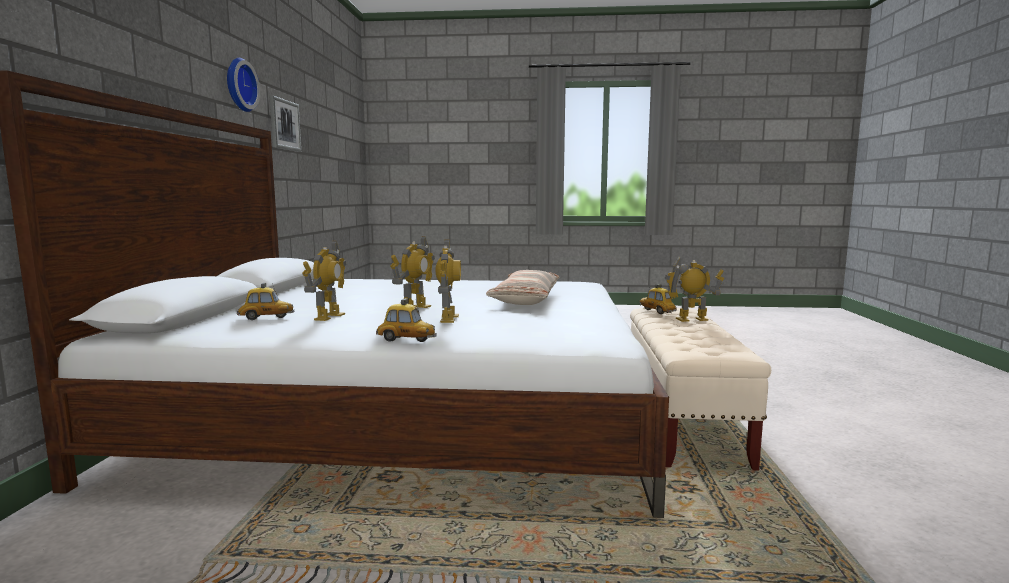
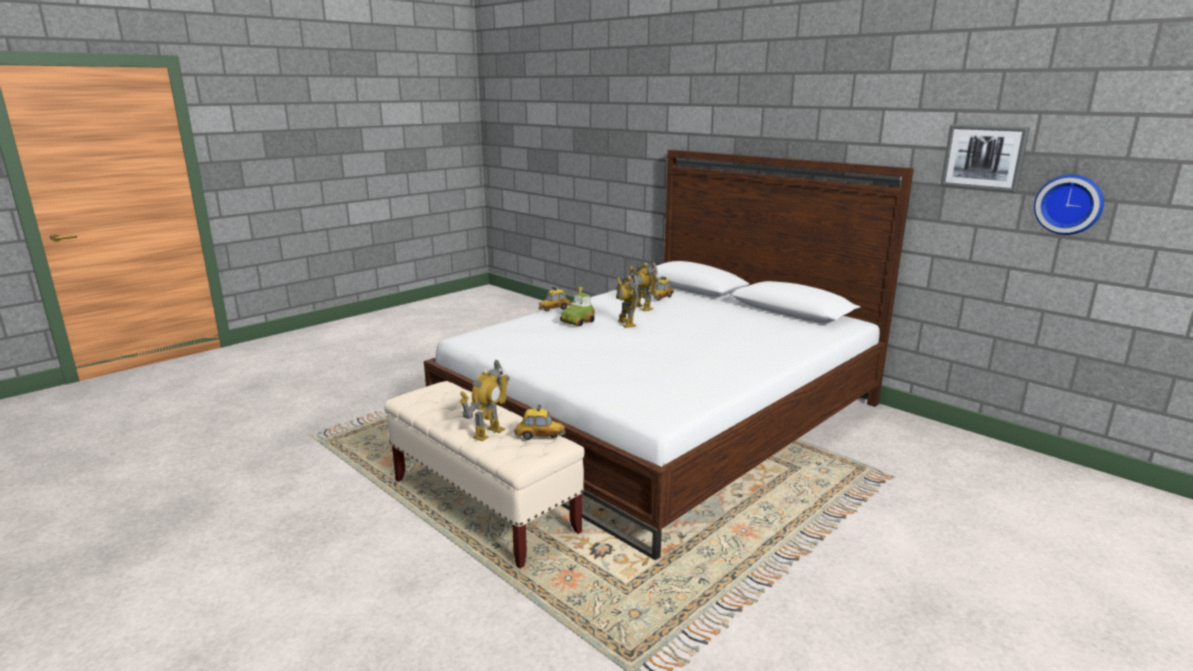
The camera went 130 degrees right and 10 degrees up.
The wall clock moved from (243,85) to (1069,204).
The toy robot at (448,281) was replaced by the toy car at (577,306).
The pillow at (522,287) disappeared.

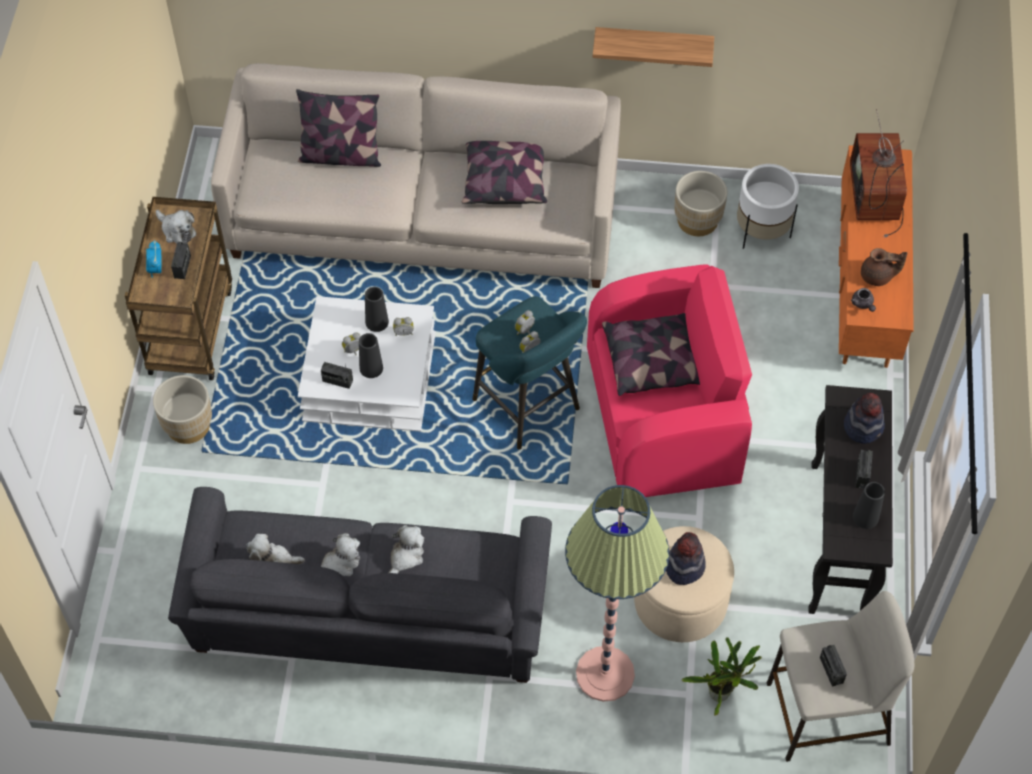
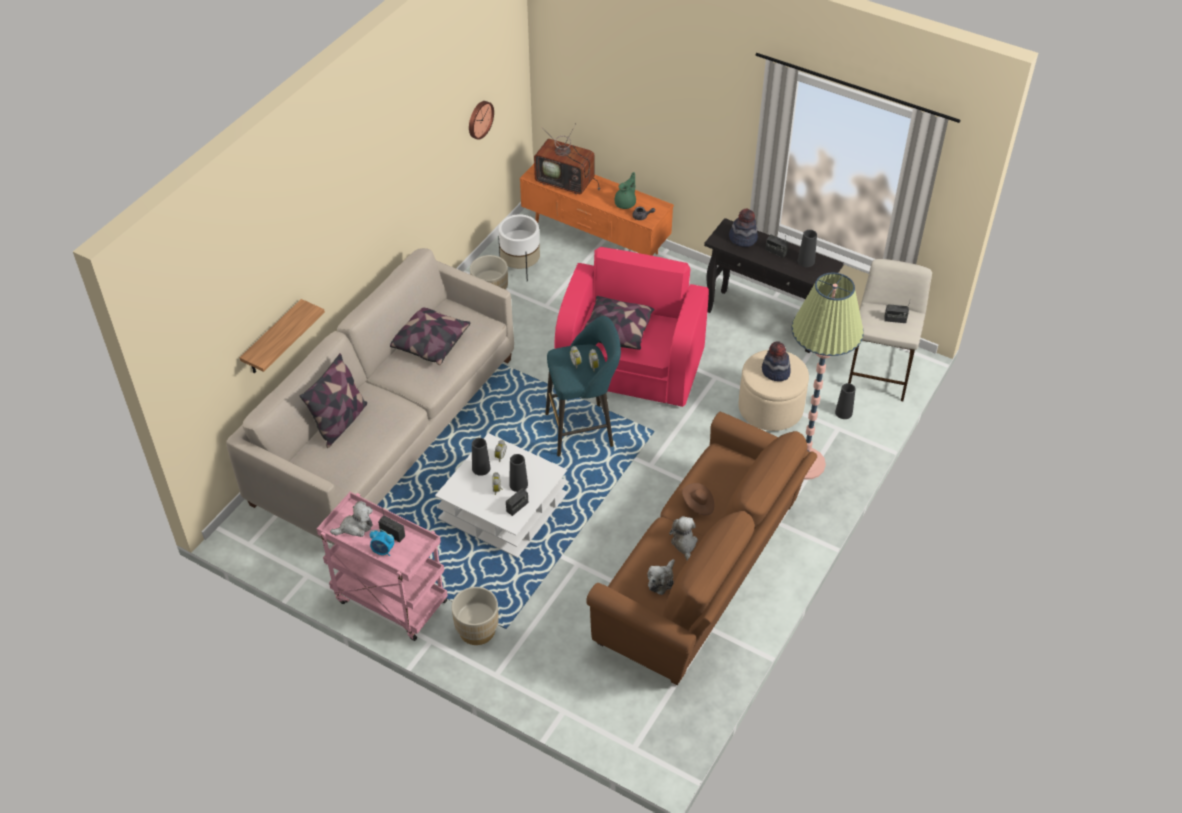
The camera went 65 degrees left and 10 degrees down.
The shelf moved from (653,47) to (282,336).
The brown cart at (178,288) became the pink cart at (382,566).
The brown teapot at (884,267) became the green teapot at (625,190).
The grey sofa at (360,585) became the brown sofa at (701,548).
The plush toy at (406,549) was replaced by the brown hat at (698,499).
The potted plant at (722,676) was replaced by the black vase at (845,401).
The wall clock at (481,120) appeared.

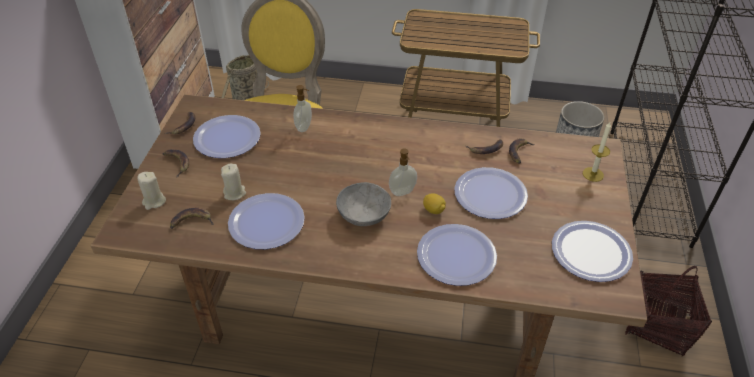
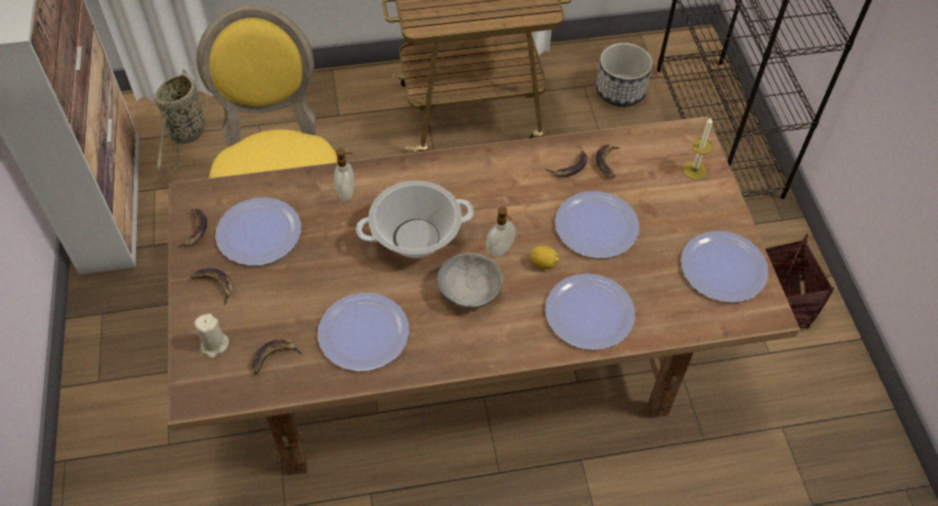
The camera went 20 degrees left and 10 degrees up.
The beige candle at (233,182) disappeared.
The cooking pot at (415,219) appeared.

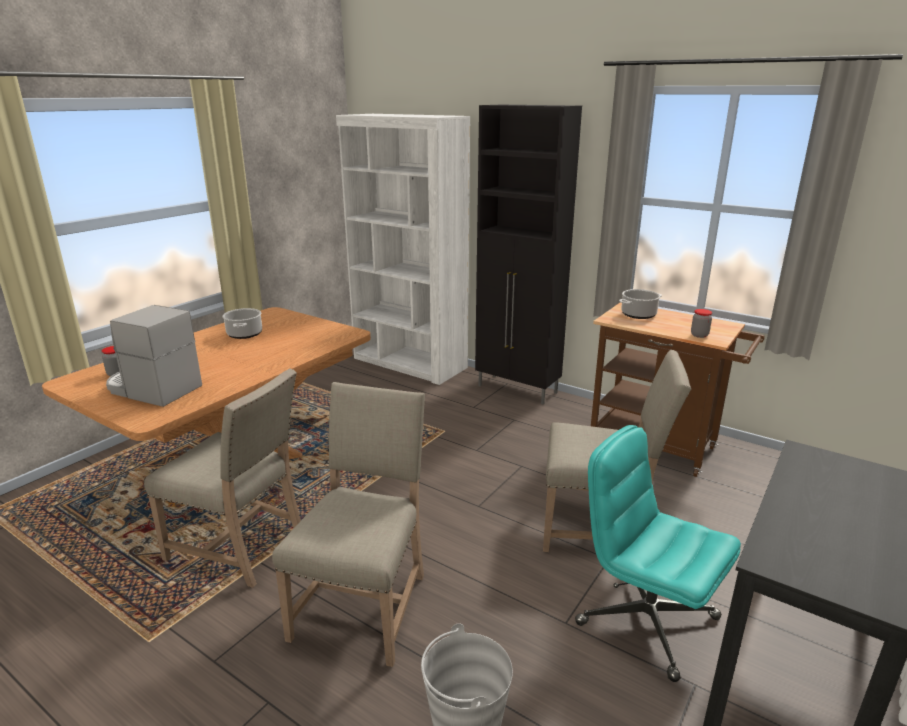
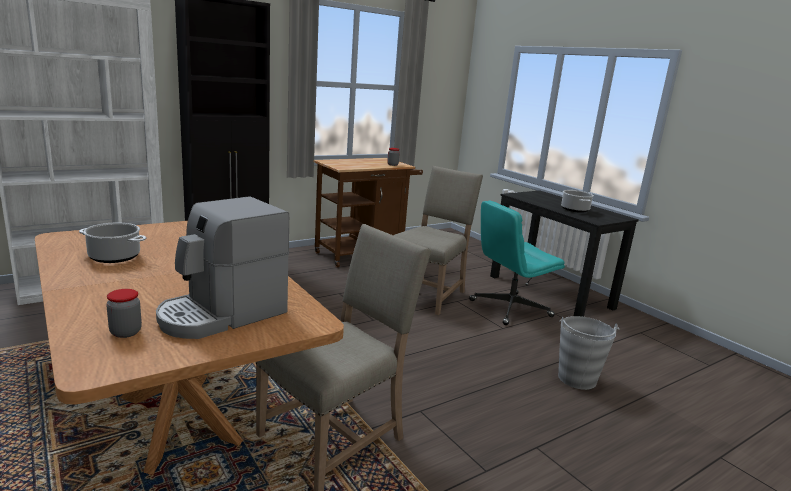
The camera went 70 degrees left and 5 degrees down.
The cooking pot moved from (640,304) to (577,201).
The beige chair at (348,524) disappeared.

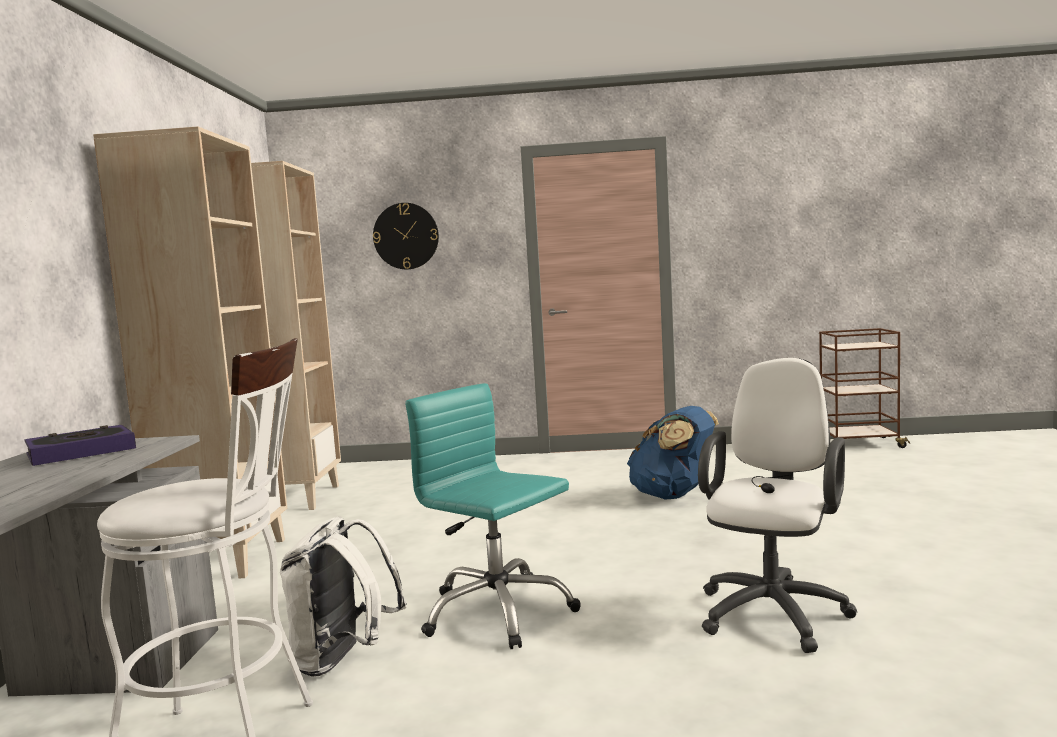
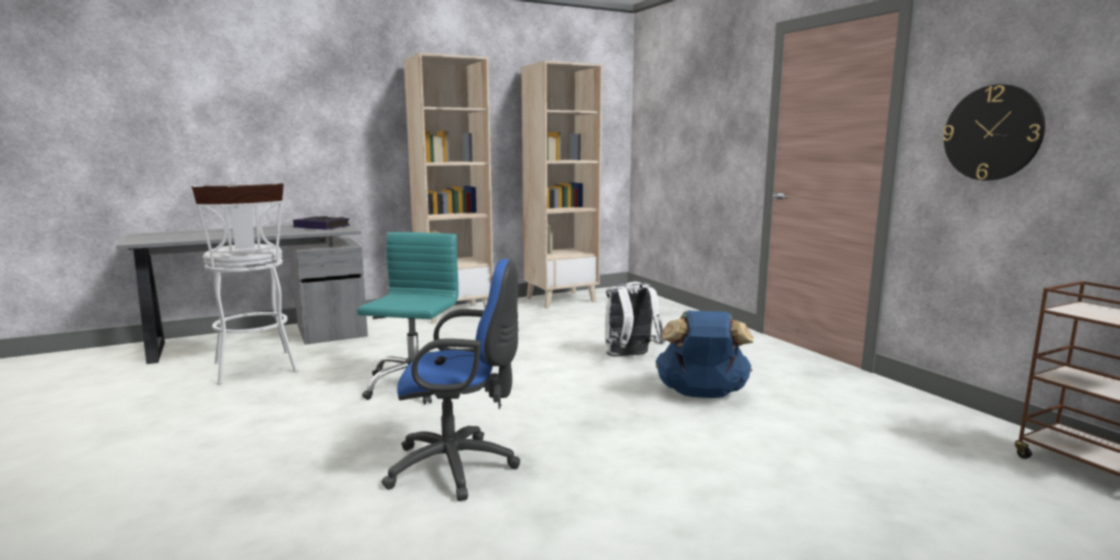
The camera went 60 degrees right and 5 degrees up.
The wall clock moved from (406,236) to (994,132).
The white office chair at (777,505) became the blue office chair at (451,380).
The white backpack moved from (343,596) to (635,319).

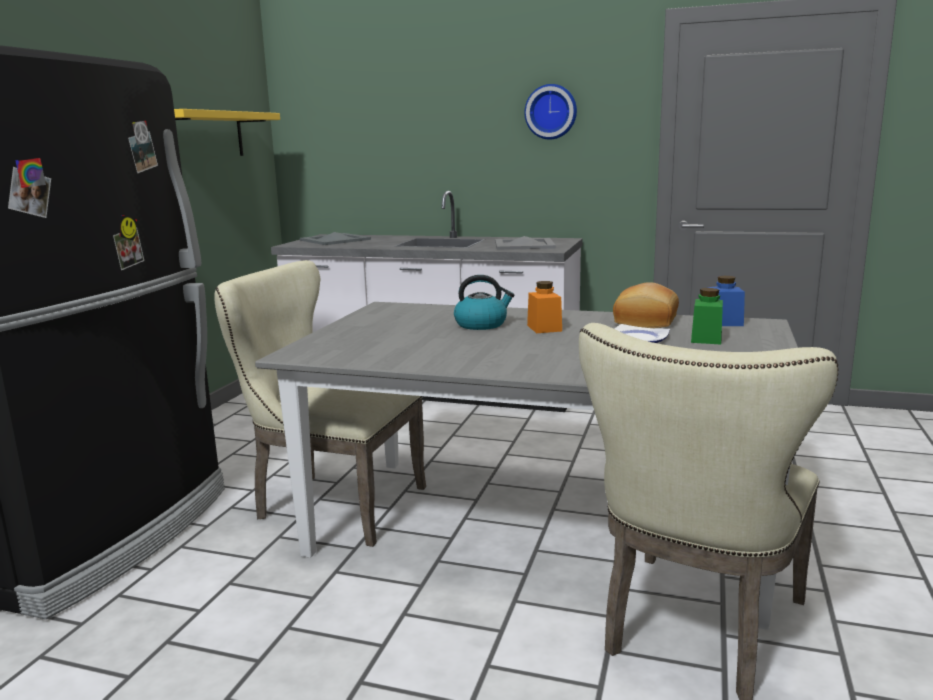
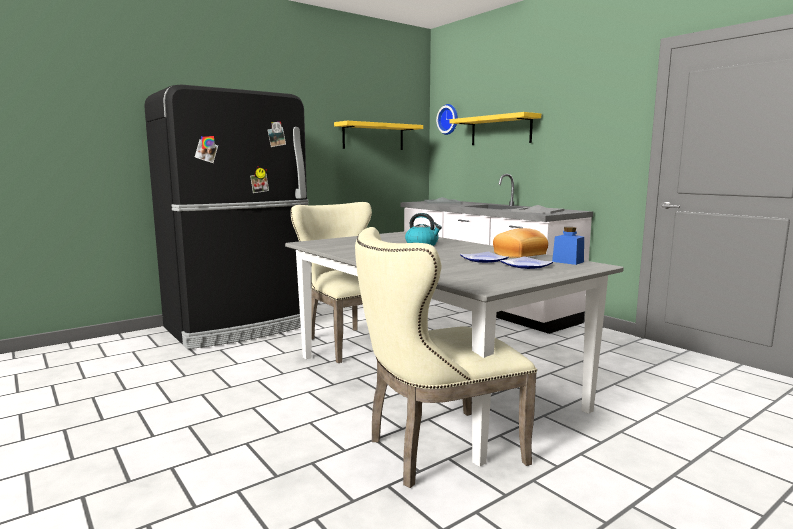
The camera went 35 degrees right and 5 degrees down.
The wall clock moved from (550,112) to (447,119).
The orange jar at (544,307) disappeared.
The green jar at (707,316) was replaced by the plate at (526,262).
The yellow shelf at (495,128) appeared.

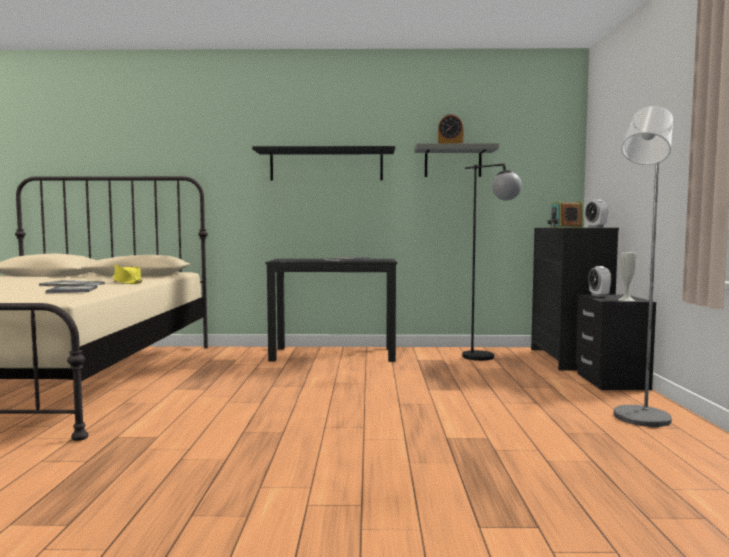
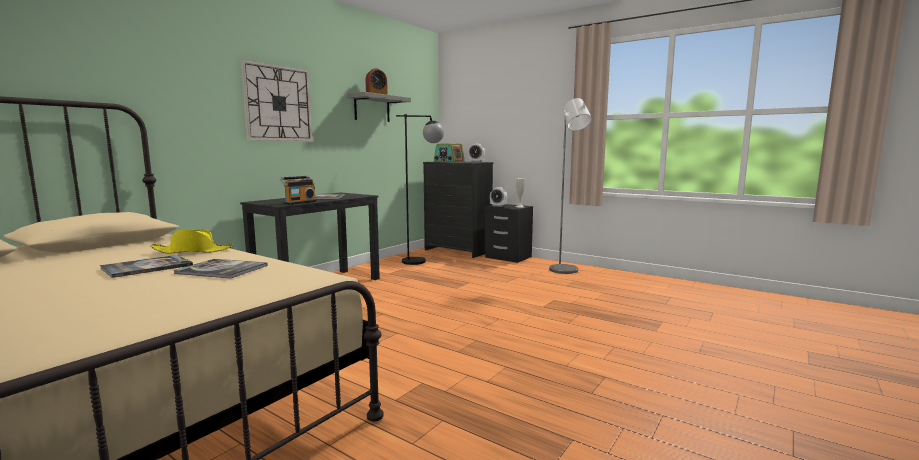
The camera went 55 degrees left and 5 degrees up.
The black shelf at (323,163) was replaced by the wall clock at (277,100).
The radio at (298,190) appeared.

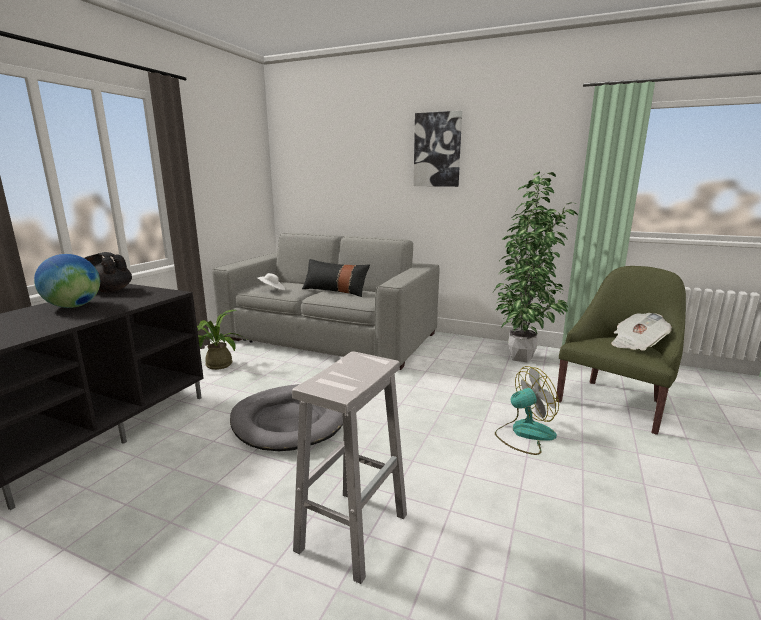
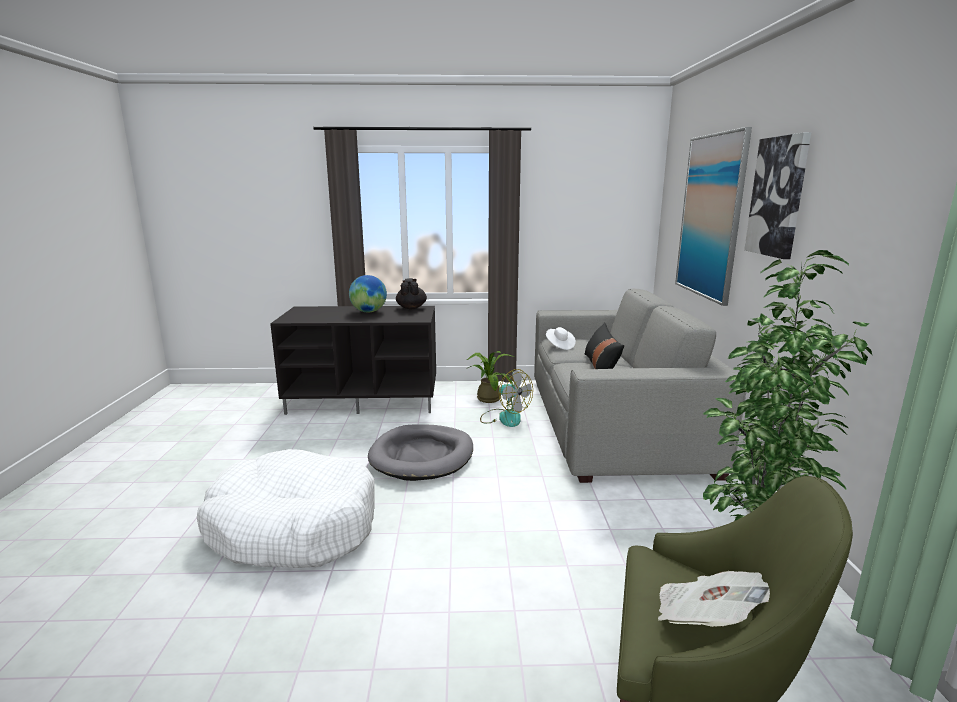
The camera went 65 degrees right and 0 degrees up.
The white stool at (349,467) was replaced by the white dog bed at (285,508).
The fan moved from (527,410) to (506,398).
The picture at (713,216) appeared.

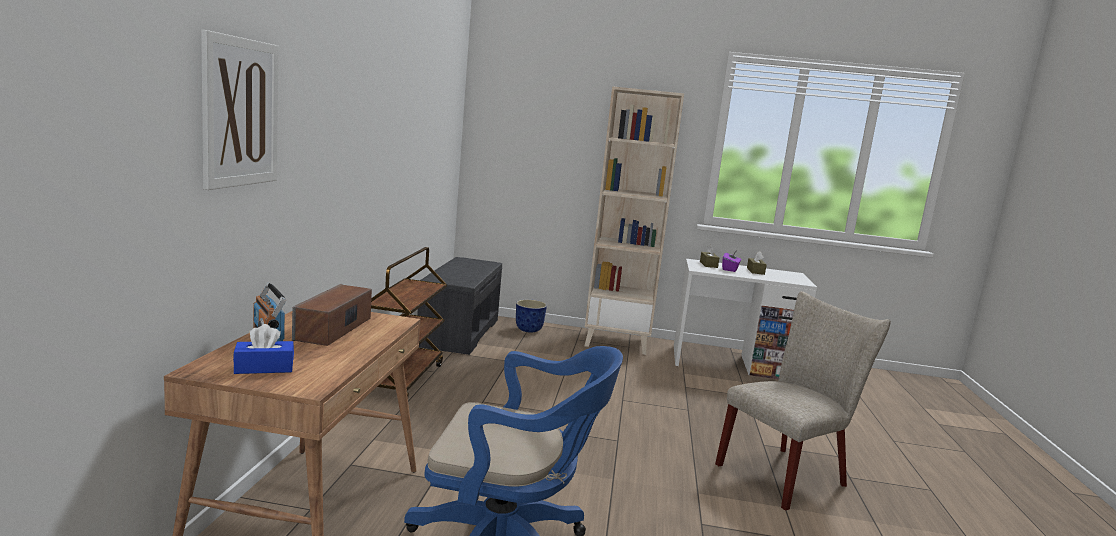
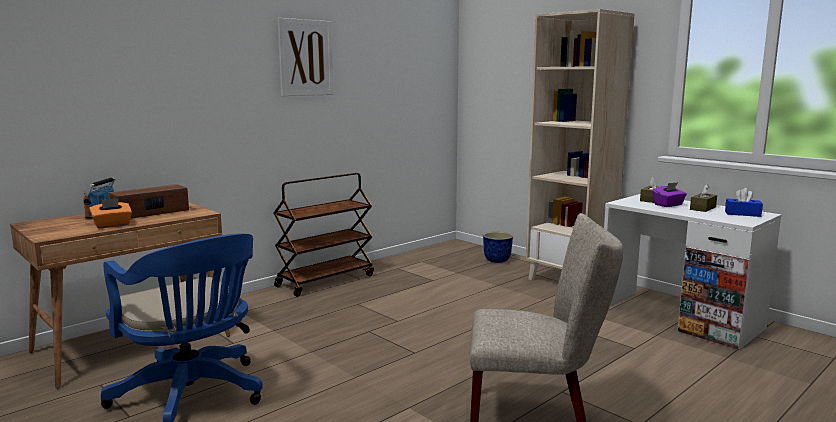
The camera went 40 degrees right and 0 degrees up.
The picture moved from (239,110) to (306,57).
The grey bench at (459,306) disappeared.
The blue tissue box moved from (263,349) to (744,202).
The orange tissue box at (110,213) appeared.

